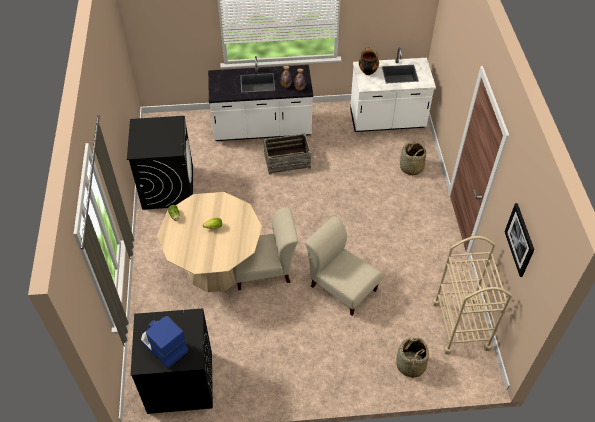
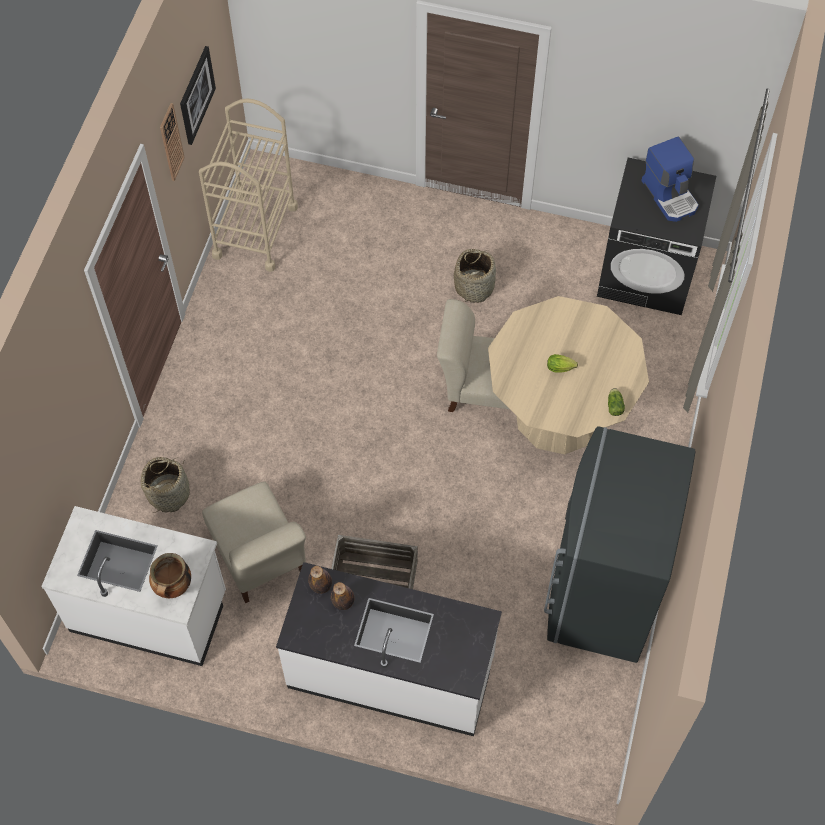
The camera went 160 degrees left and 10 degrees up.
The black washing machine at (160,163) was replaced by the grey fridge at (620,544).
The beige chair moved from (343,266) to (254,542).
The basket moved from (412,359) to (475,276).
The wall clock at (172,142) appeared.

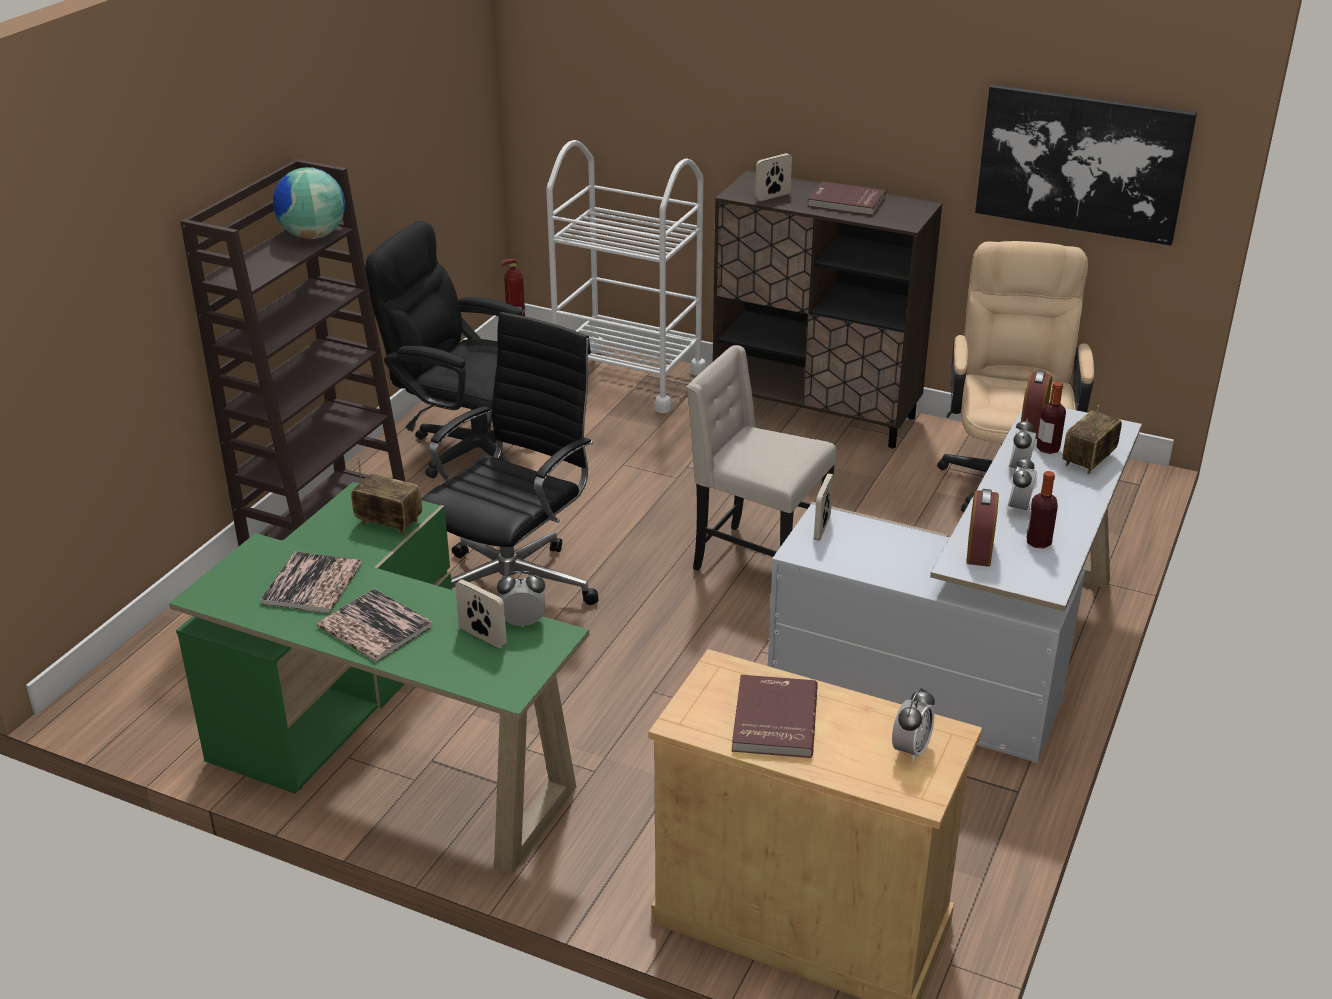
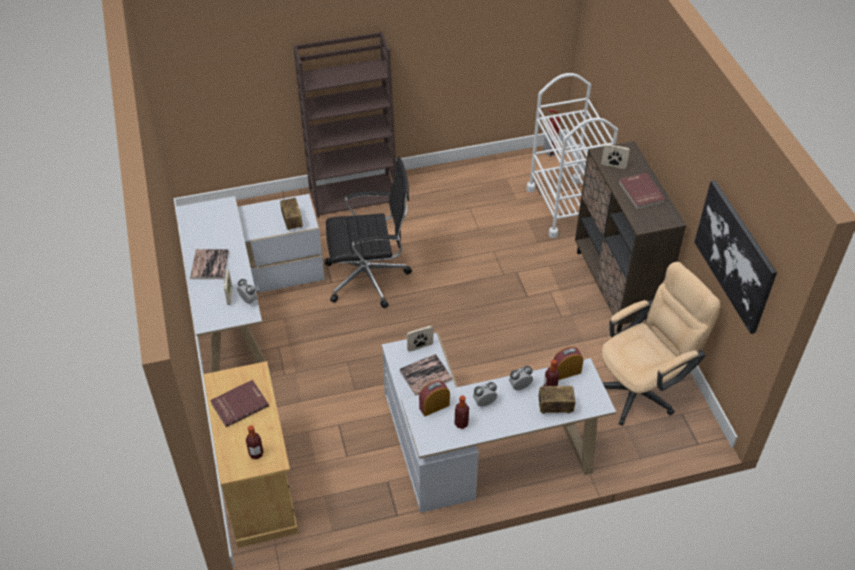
The camera went 50 degrees right and 15 degrees up.
The globe at (309,203) disappeared.
The black office chair at (443,349) disappeared.
The beige chair at (761,458) disappeared.
The green desk at (379,678) became the white desk at (250,285).
The book moved from (311,582) to (426,375).
The alarm clock at (913,725) was replaced by the bottle at (255,442).

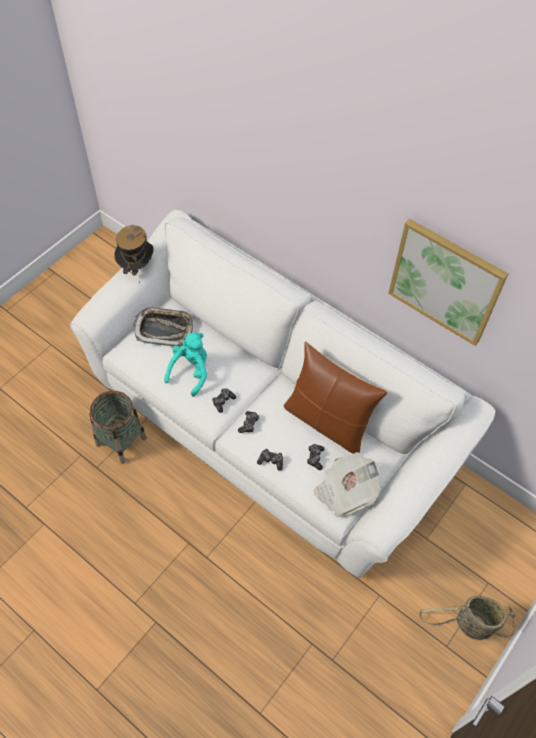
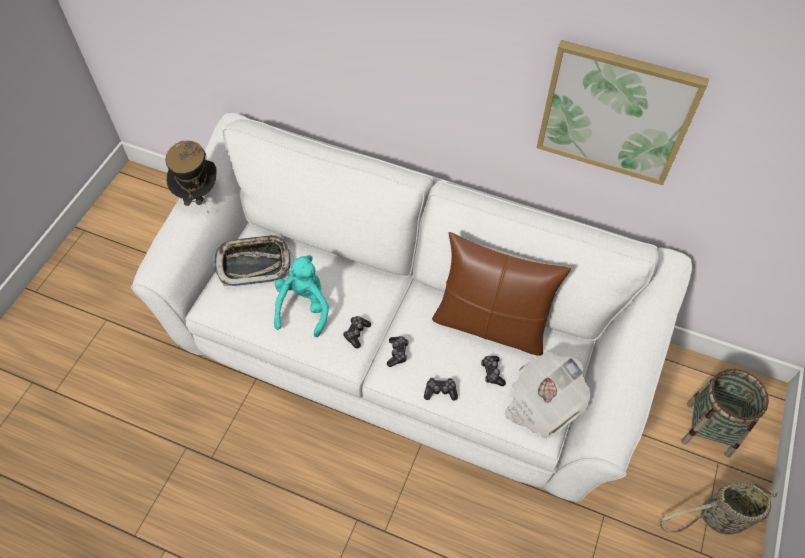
The camera went 15 degrees left and 0 degrees up.
The basket moved from (118,427) to (725,413).

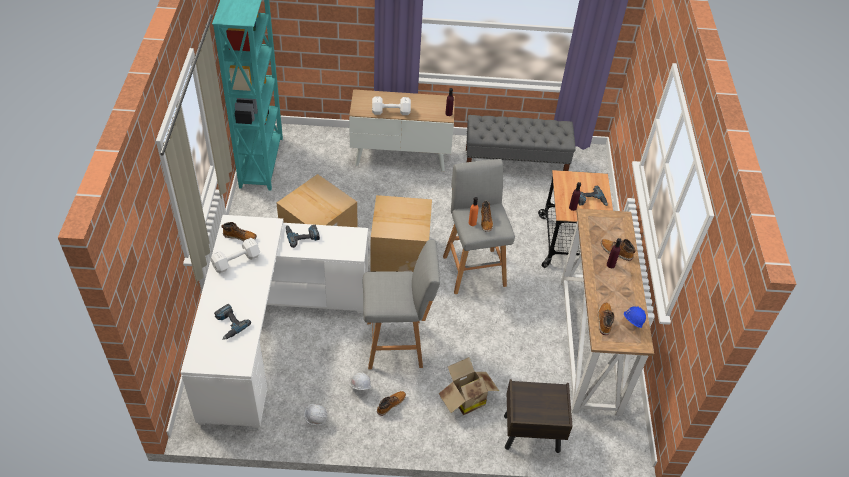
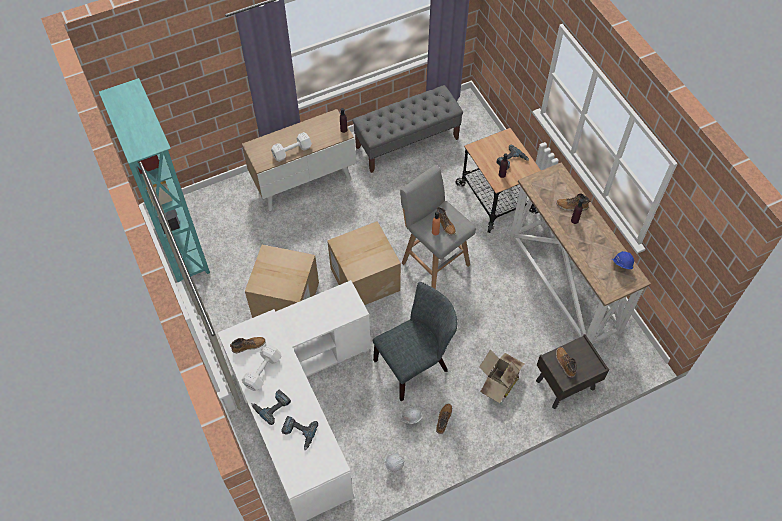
The camera went 25 degrees left and 10 degrees up.
The power drill moved from (303,236) to (271,407).
The grey stool at (401,304) was replaced by the grey chair at (415,341).
The boot moved from (606,319) to (566,362).

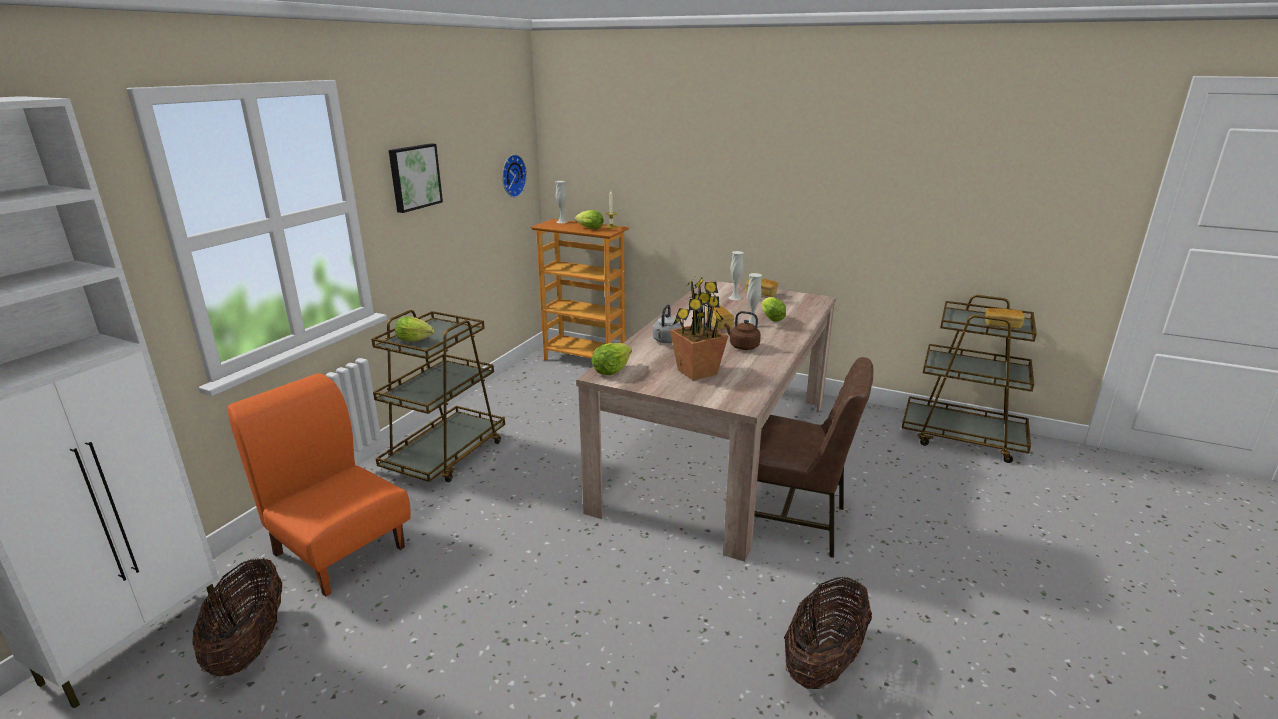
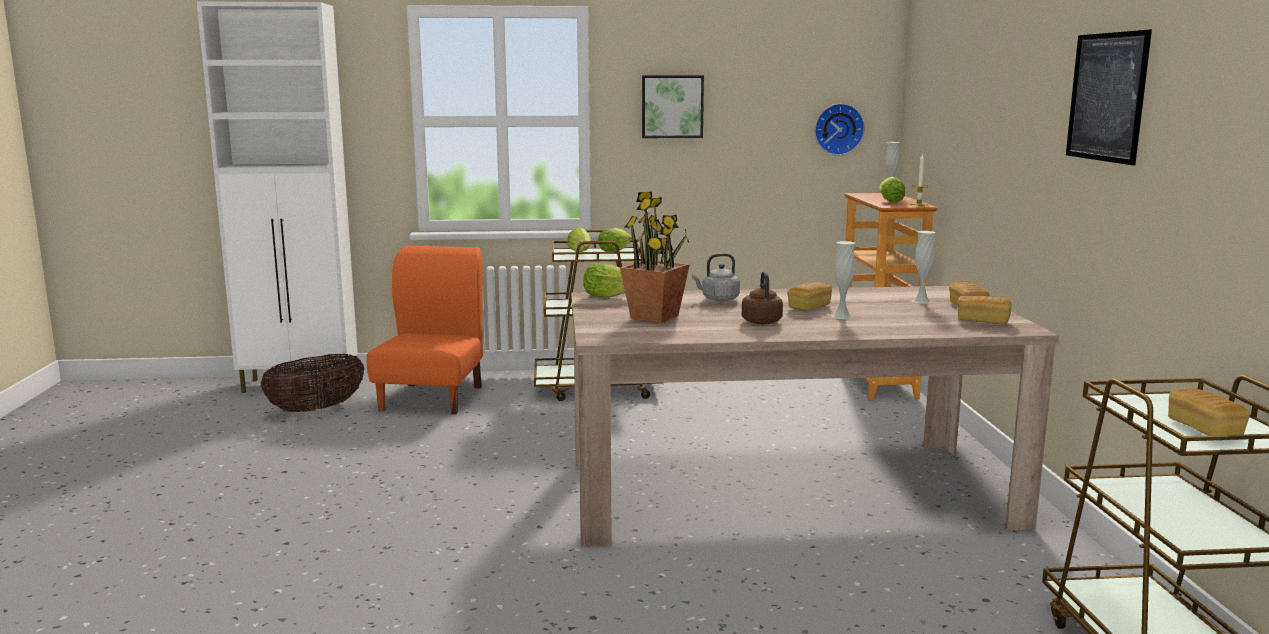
The camera went 60 degrees right and 10 degrees down.
The lettuce moved from (774,309) to (614,240).
The brown chair at (813,457) disappeared.
The basket at (828,633) disappeared.
The picture at (1109,97) appeared.
The bread at (984,310) appeared.

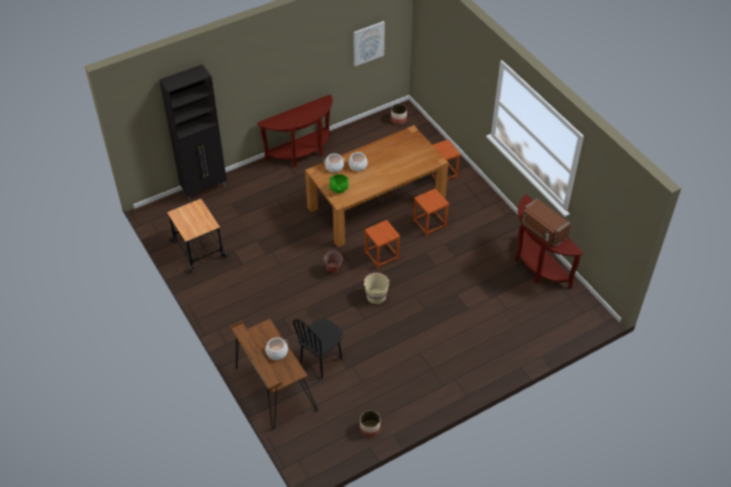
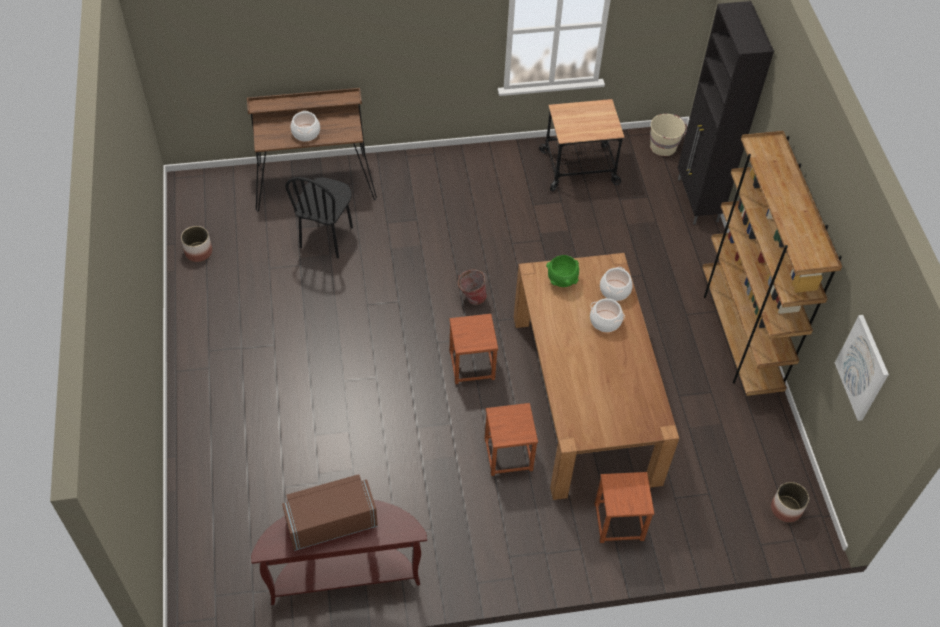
The camera went 110 degrees right and 5 degrees up.
The brown console table at (295,131) was replaced by the brown bookcase at (772,263).
The beige bucket moved from (377,288) to (668,135).
The black chair at (318,349) turned 135 degrees counterclockwise.

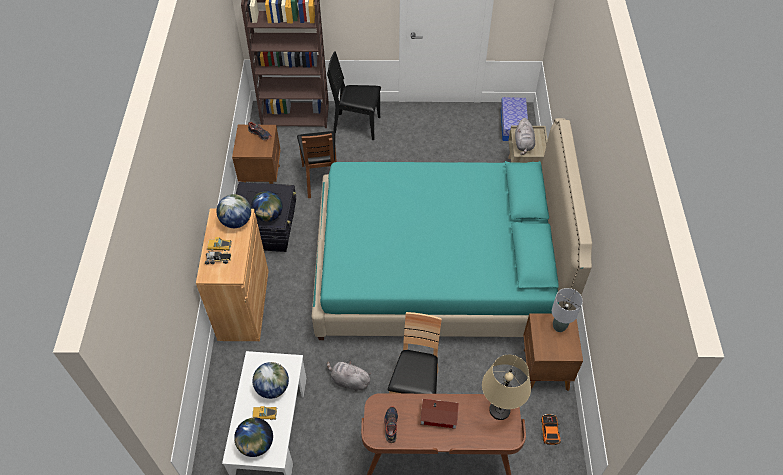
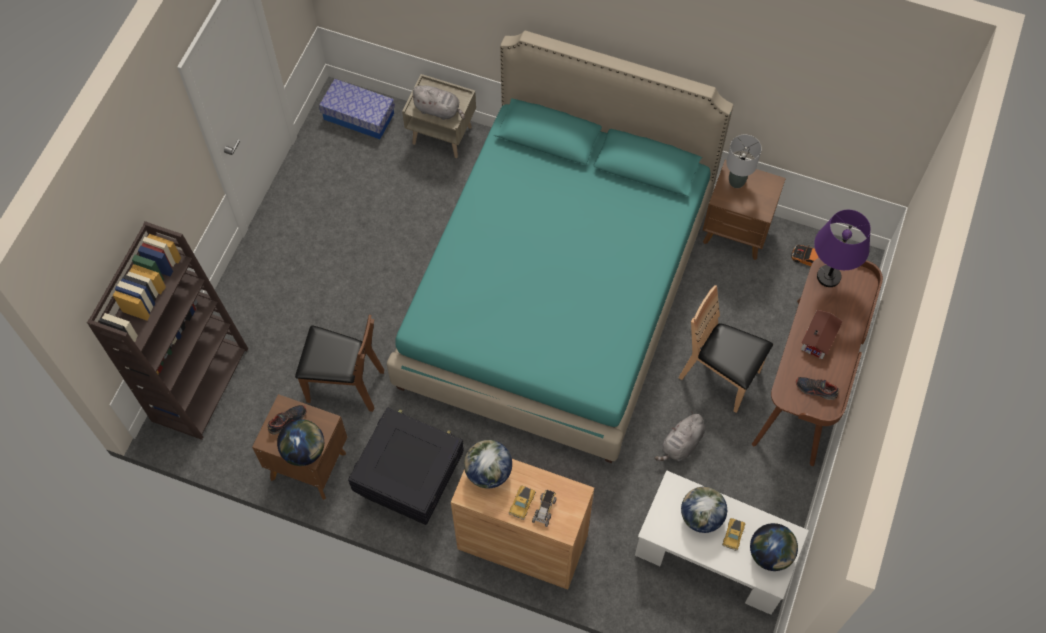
The camera went 70 degrees left and 10 degrees up.
The black chair at (354,95) disappeared.
The globe moved from (267,206) to (300,442).
The beige table lamp at (506,387) became the purple table lamp at (842,248).

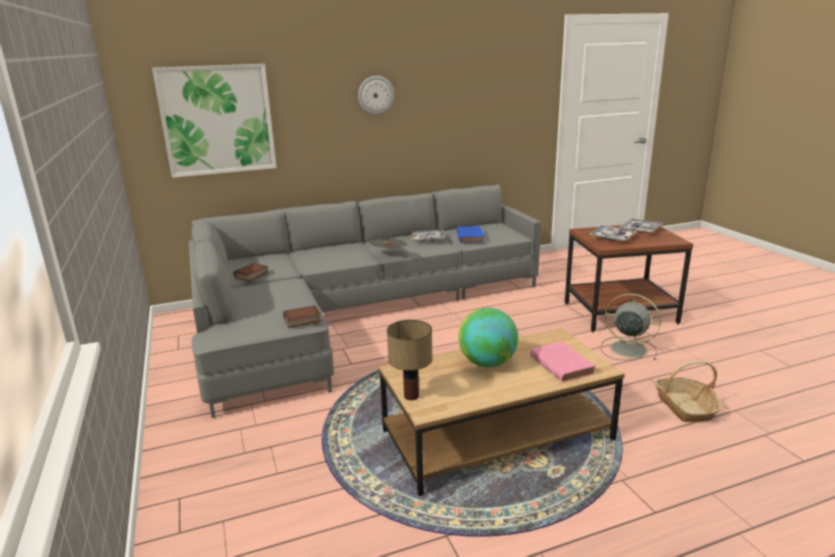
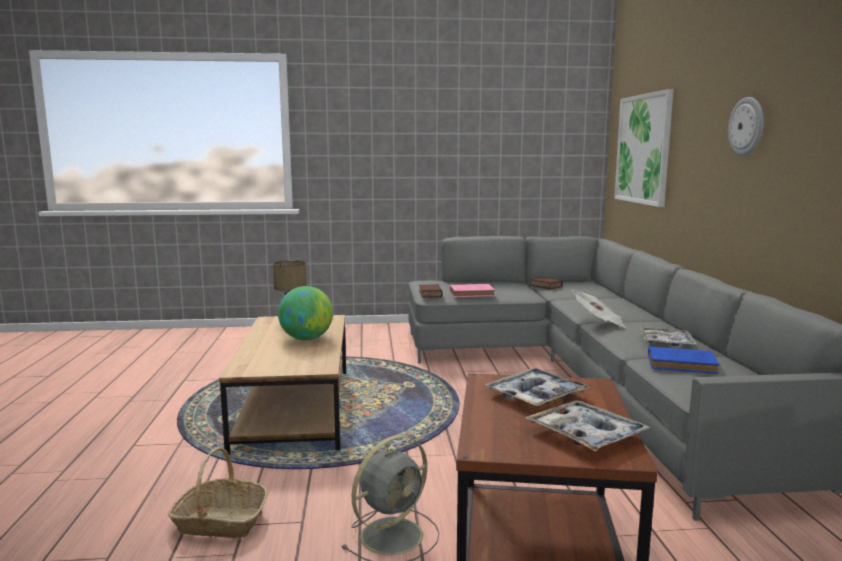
The camera went 105 degrees right and 10 degrees down.
The pink book moved from (563,362) to (472,290).

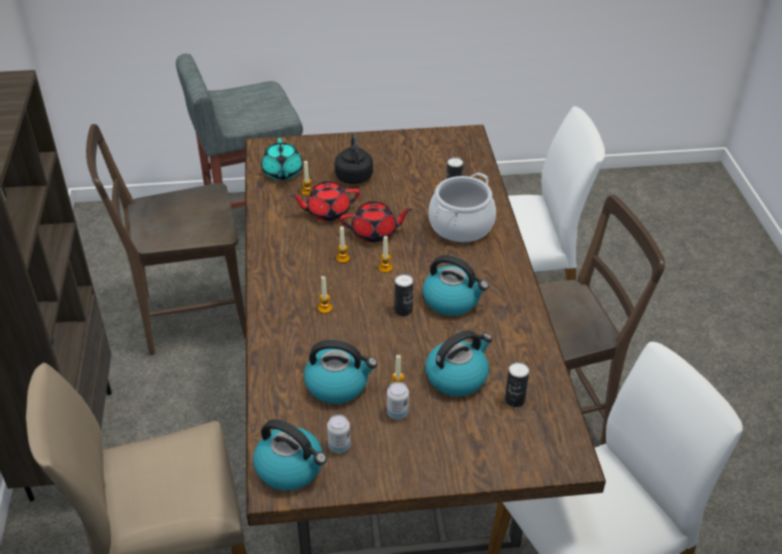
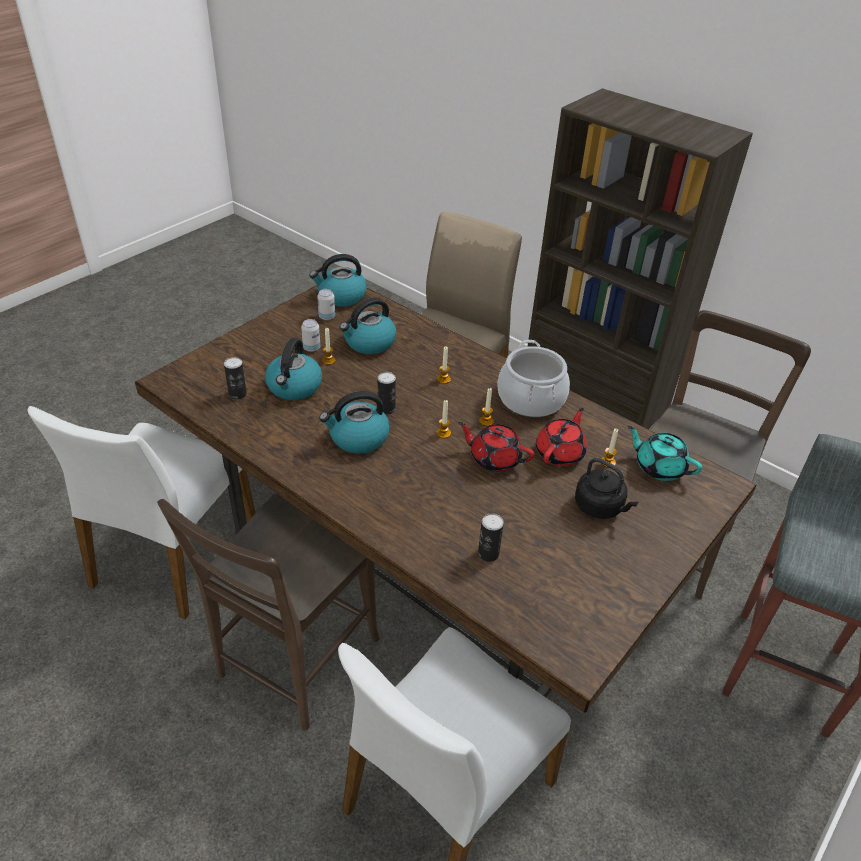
The camera went 135 degrees right and 0 degrees up.
The cooking pot moved from (462,208) to (533,378).
The red teapot at (376,222) turned 75 degrees clockwise.

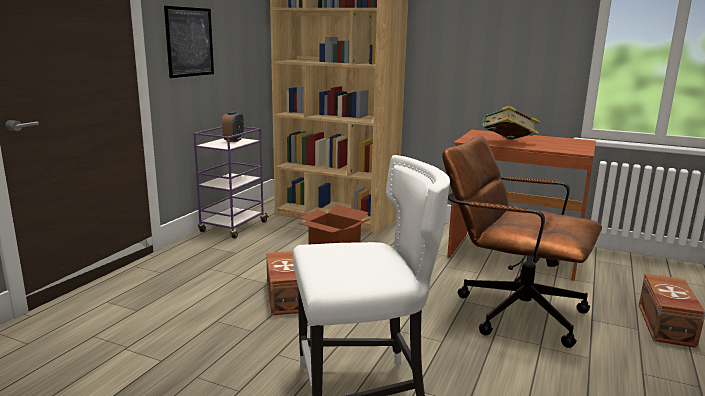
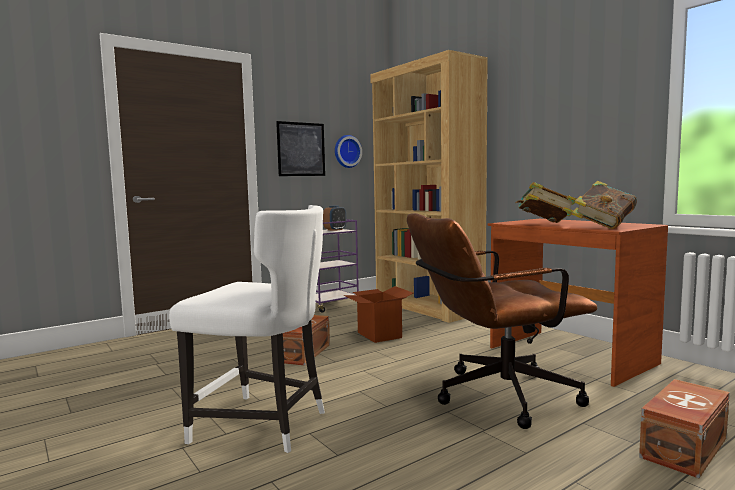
The camera went 30 degrees right and 10 degrees down.
The brown office chair at (522,241) turned 75 degrees counterclockwise.
The wall clock at (348,151) appeared.
The book at (604,205) appeared.

